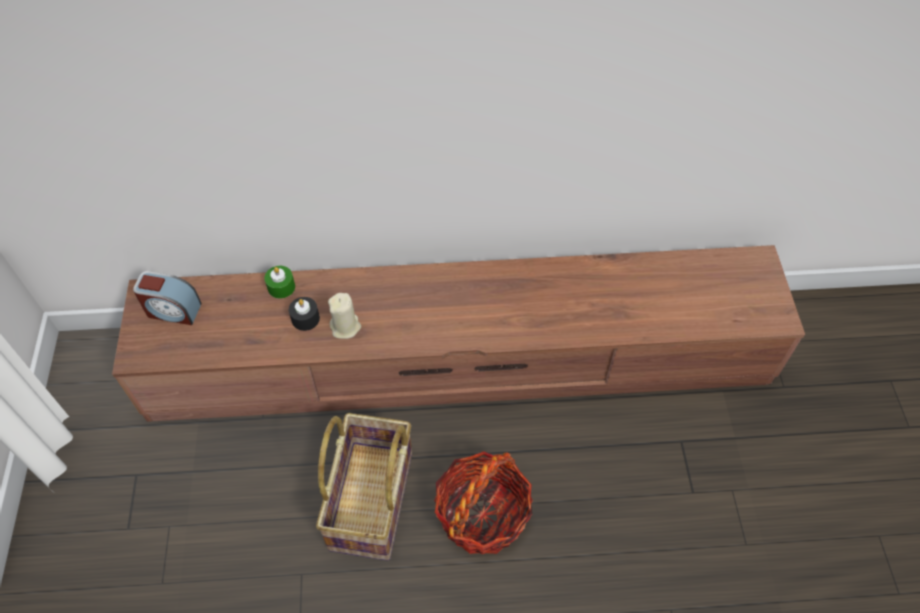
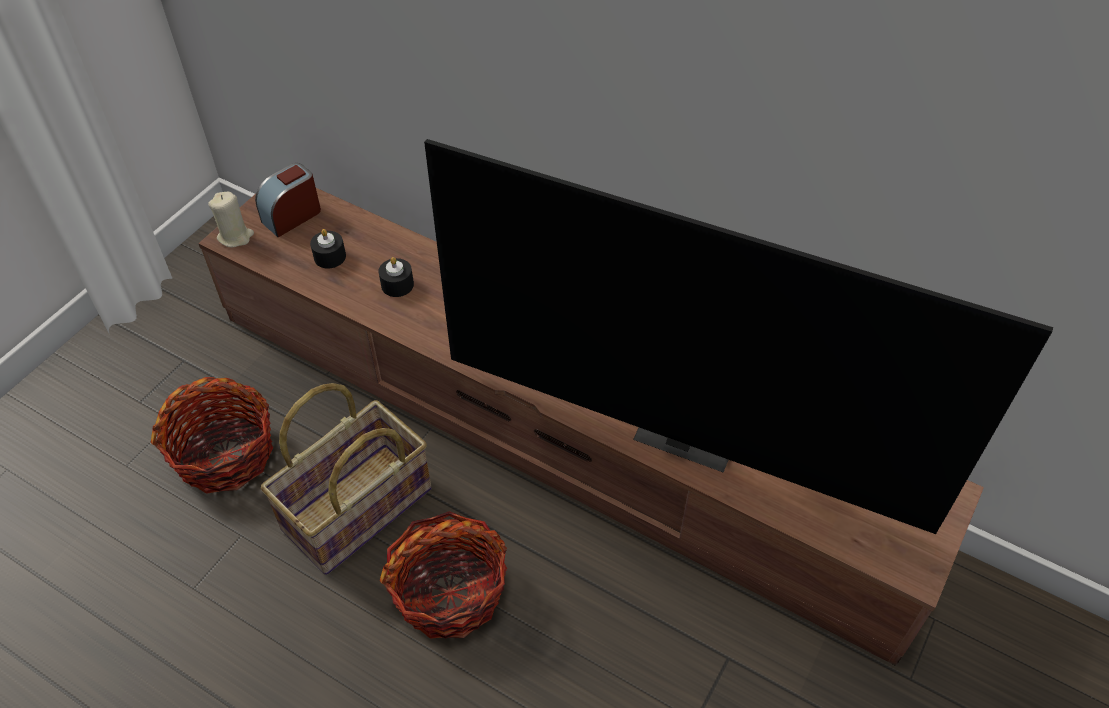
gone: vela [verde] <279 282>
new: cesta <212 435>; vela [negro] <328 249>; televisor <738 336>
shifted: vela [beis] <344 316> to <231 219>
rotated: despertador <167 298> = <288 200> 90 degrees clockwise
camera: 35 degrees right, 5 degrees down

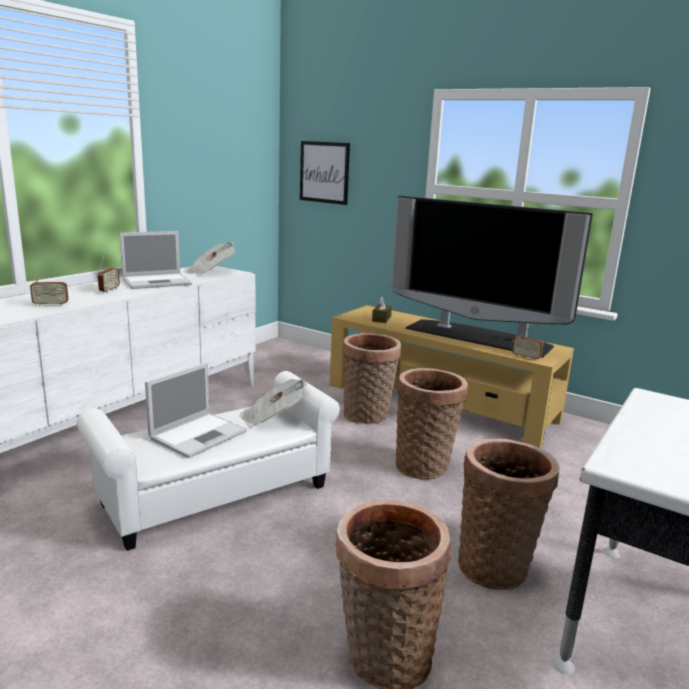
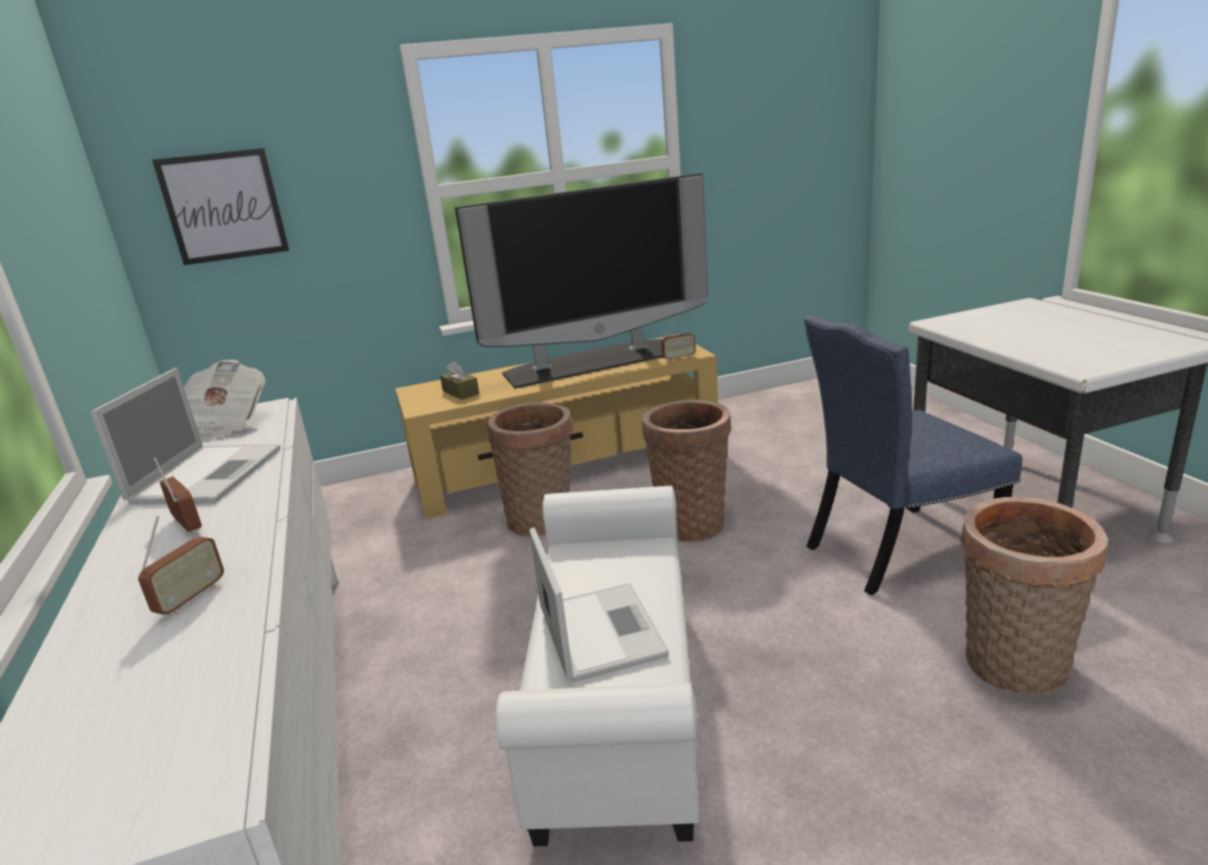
gone: periódico <273 402>
swapped: cesta <509 514> to silla [azul] <913 455>
camera: 50 degrees left, 5 degrees up

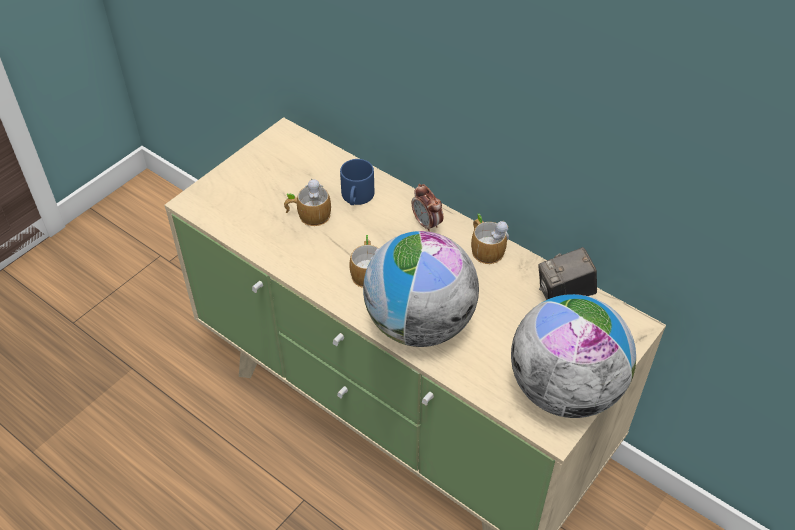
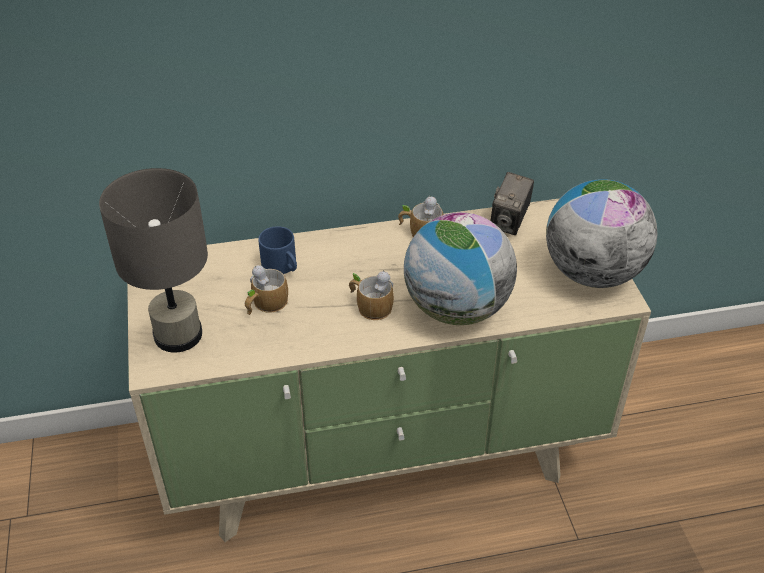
gone: despertador <427 208>
new: lámpara de mesa [gris] <153 260>
camera: 50 degrees left, 5 degrees down

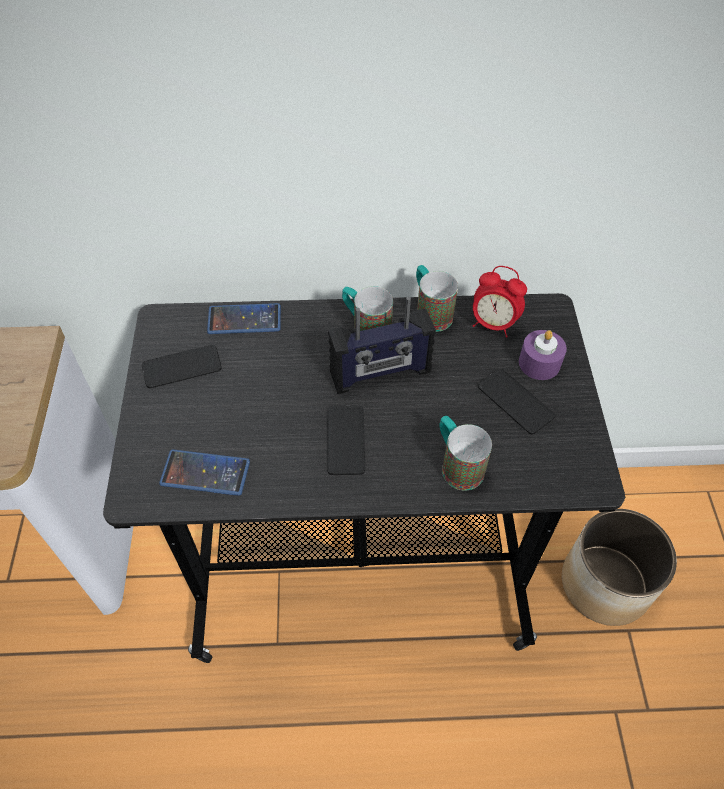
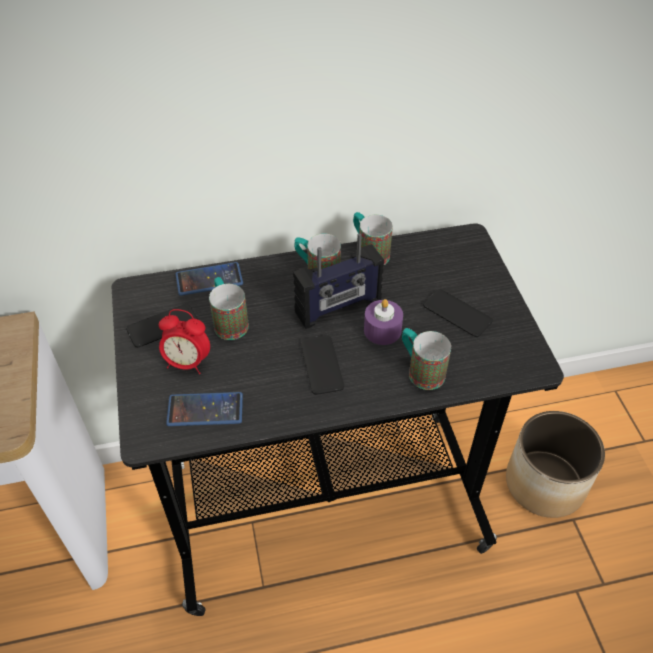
new: taza grande <229 308>
shifted: despertador <500 302> to <184 341>; vela [morado] <543 355> to <383 322>
camera: 10 degrees left, 5 degrees down

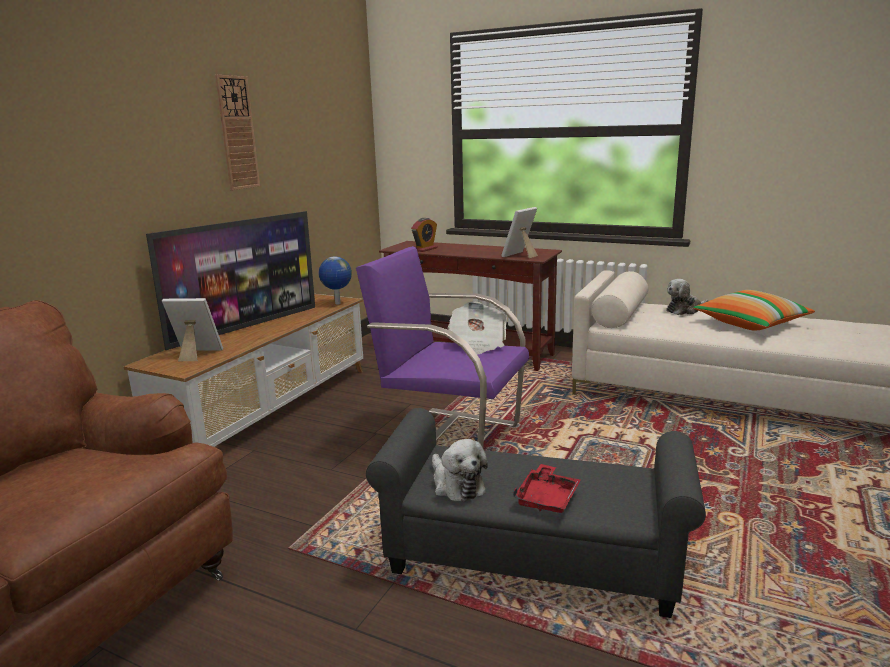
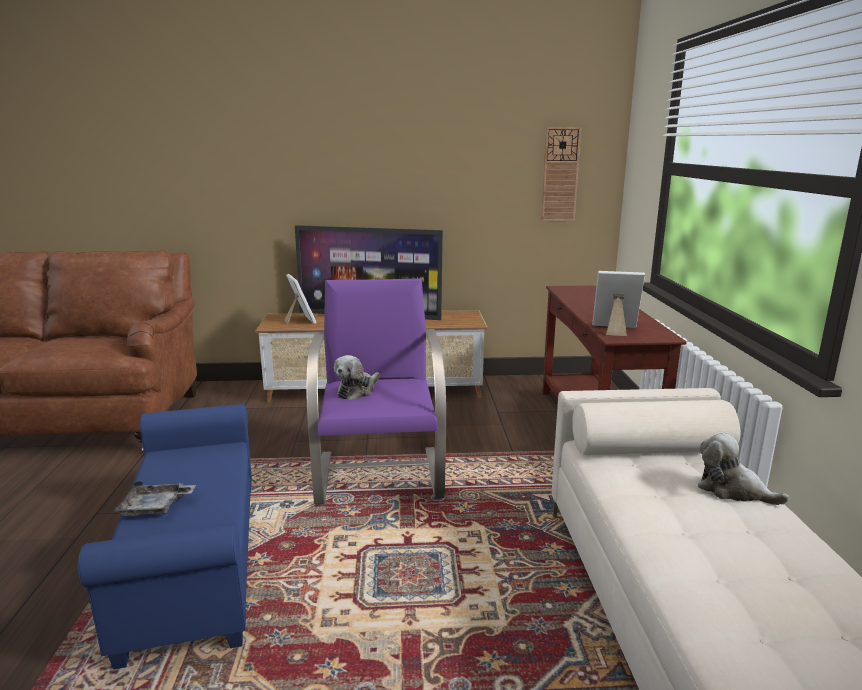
gone: globo terráqueo <335 280>; despertador <424 235>; periódico <477 328>; cojín <754 310>
shifted: reloj de pared <237 132> to <561 174>; peluche <460 470> to <356 377>
repainted: puf [gris] <536 513> to puf [azul] <165 537>; bandeja [rojo] <547 488> to bandeja [gris] <155 498>
camera: 60 degrees right, 0 degrees up

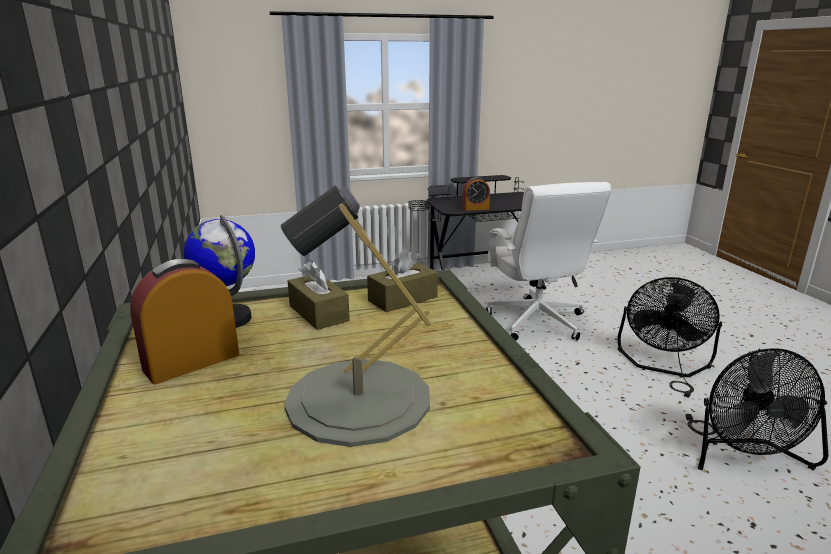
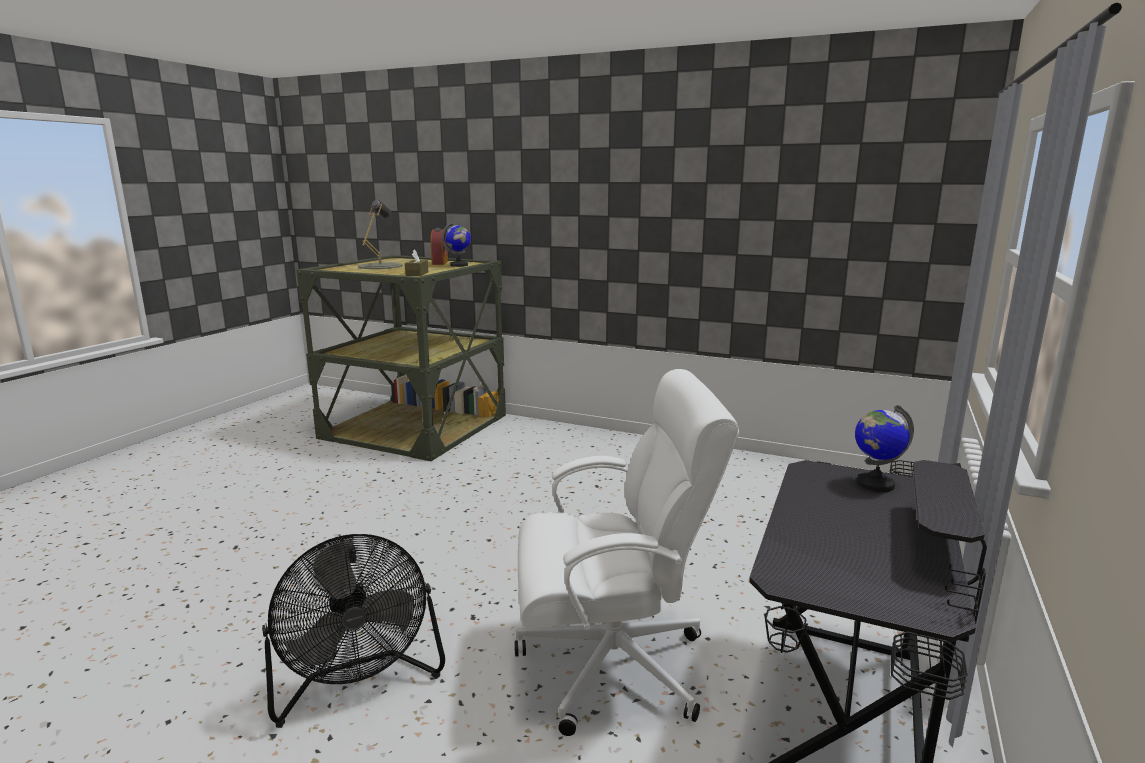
gone: caja de pañuelos [marrón] <319 295>; despertador <476 194>; ventilador [negro] <757 409>
new: globo terráqueo <884 448>
rotated: silla de oficina [blanco] <548 261> = <627 552> 150 degrees clockwise
camera: 130 degrees right, 5 degrees down

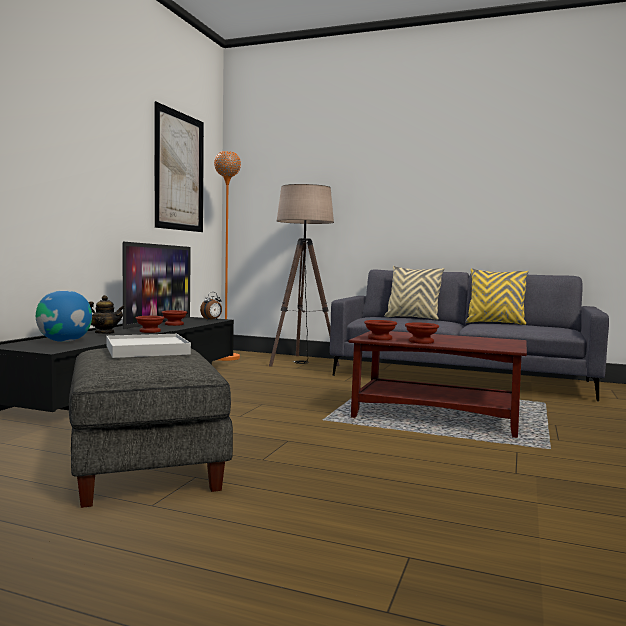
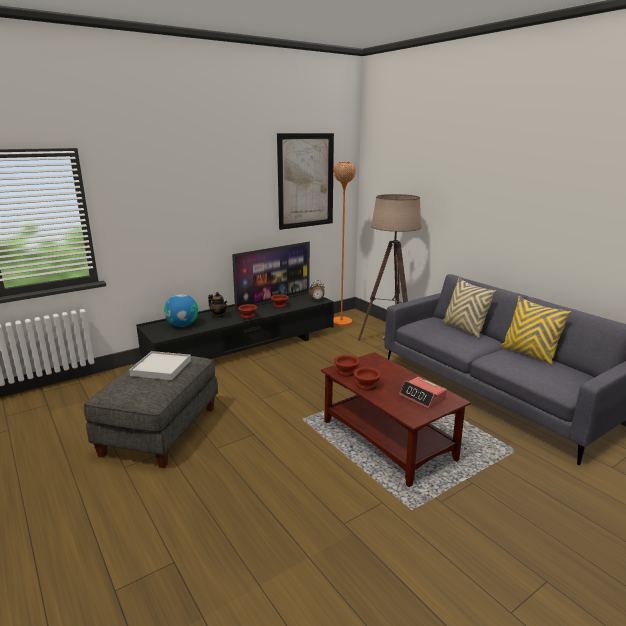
new: despertador <423 393>
camera: 35 degrees right, 15 degrees up

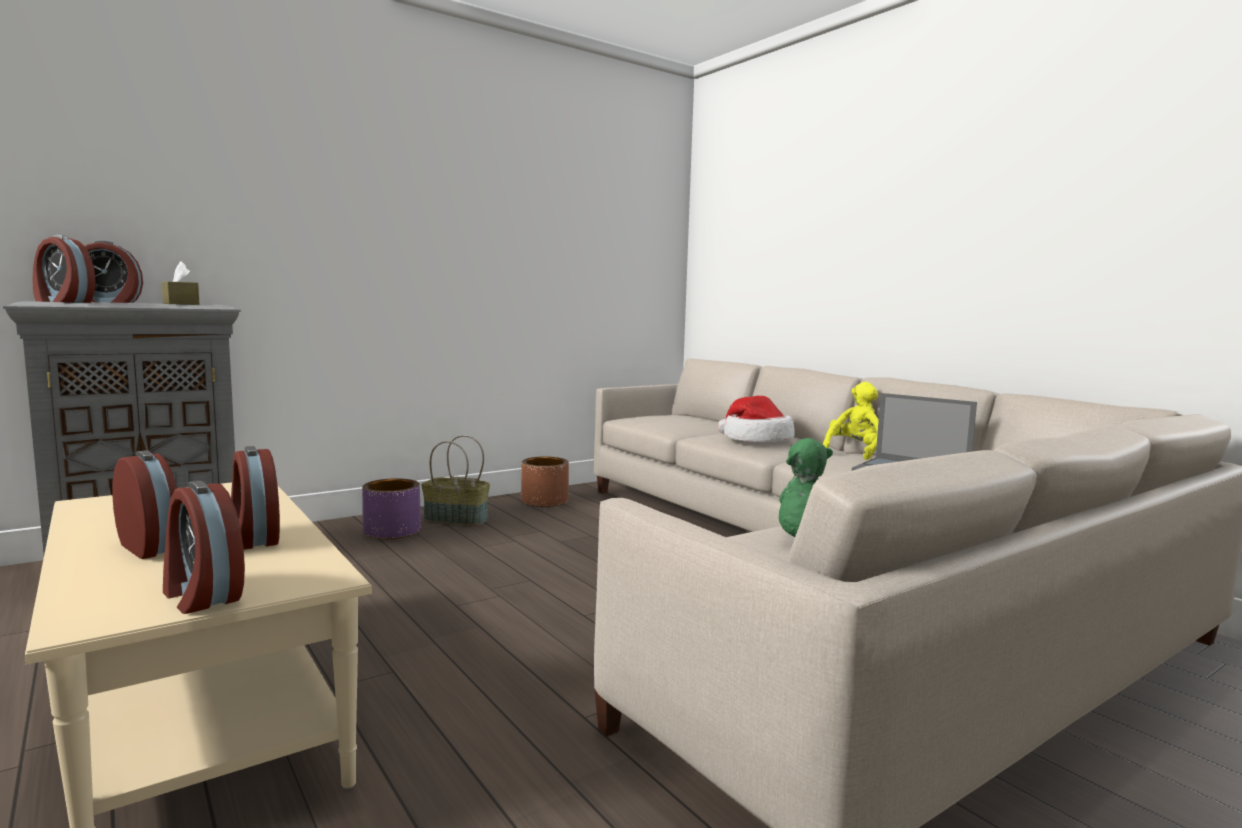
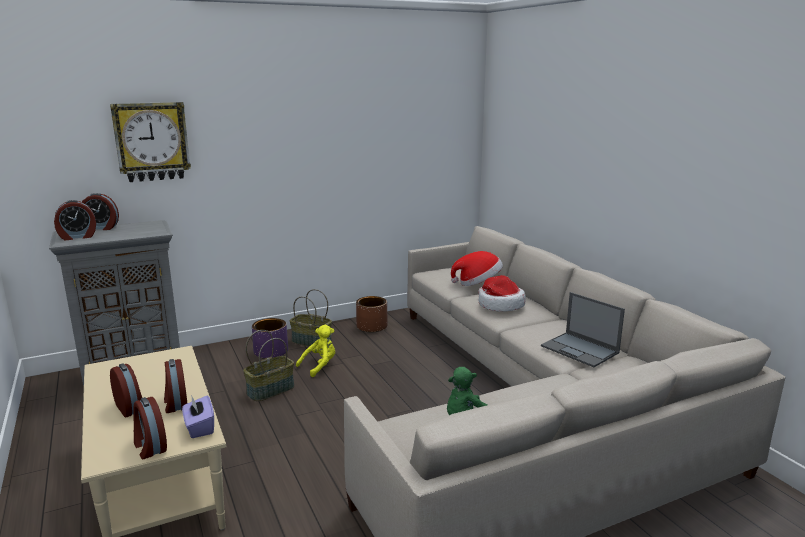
gone: caja de pañuelos [marrón] <181 283>
new: reloj de pared <150 142>; caja de pañuelos [morado] <198 416>; cesta <268 366>; sombrero <477 268>
shifted: peluche [amarillo] <851 421> to <315 351>
rotated: despertador <64 269> = <75 220> 60 degrees counterclockwise
camera: 10 degrees right, 10 degrees up

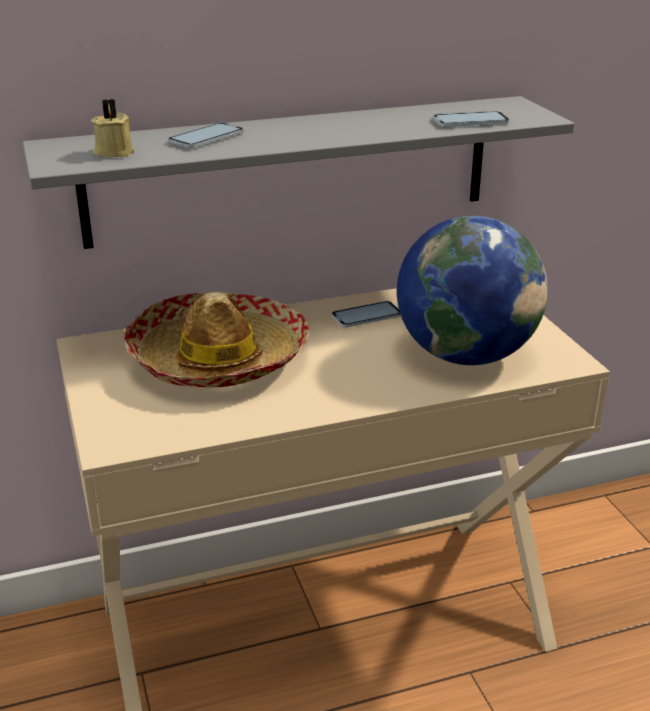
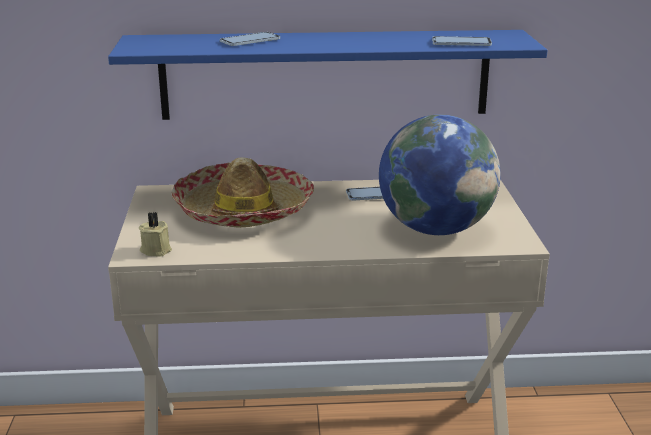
shifted: vela [beis] <113 128> to <155 234>
repainted: estante [gris] <298 172> to estante [azul] <327 75>
camera: 15 degrees right, 5 degrees down

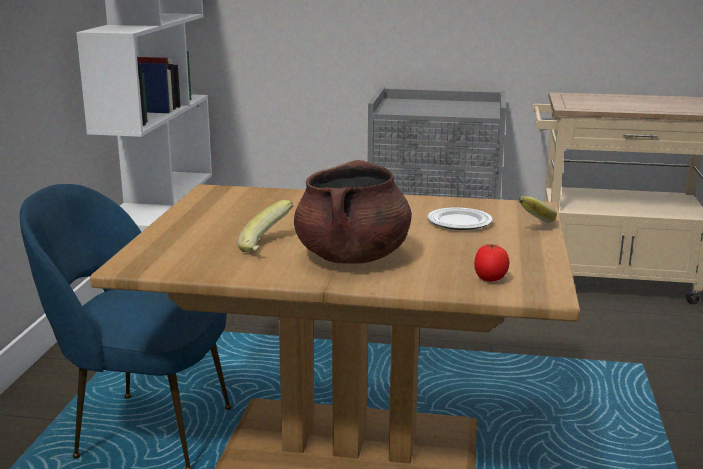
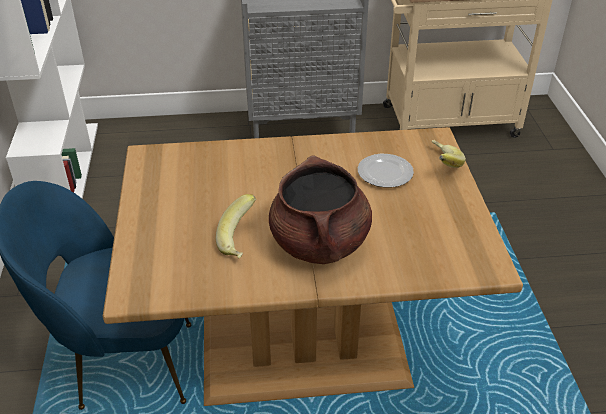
gone: tomate <491 263>
camera: 15 degrees left, 20 degrees up

